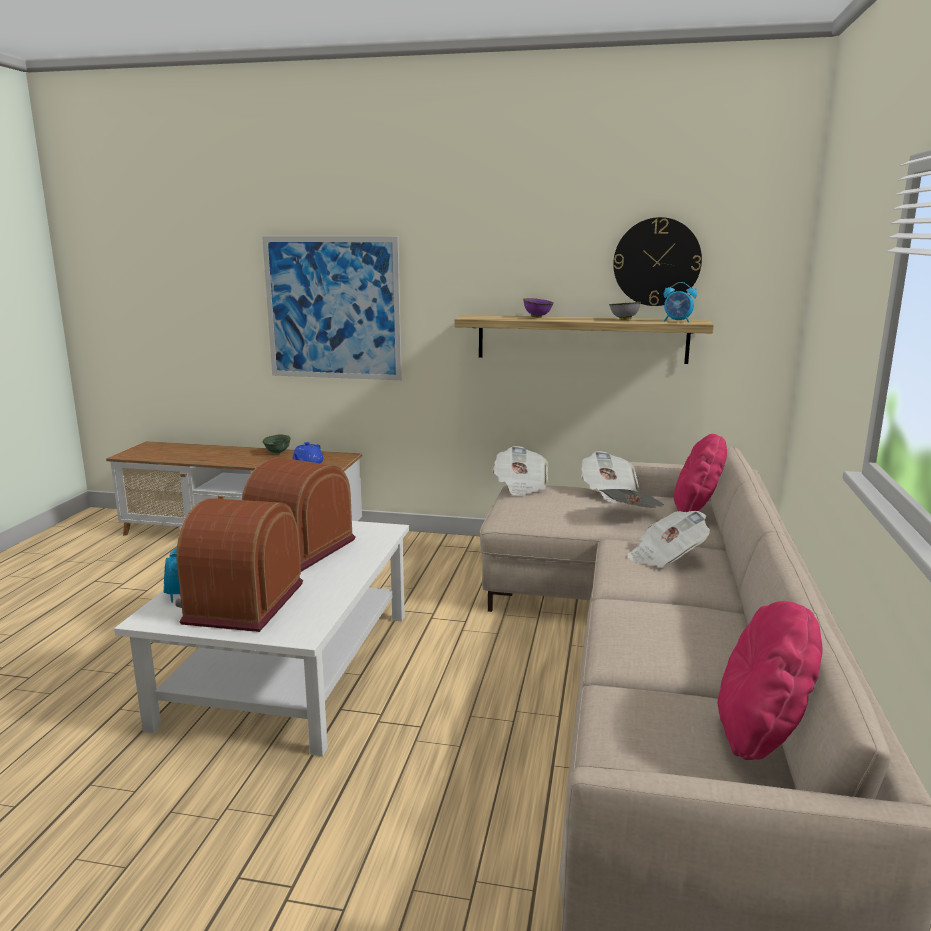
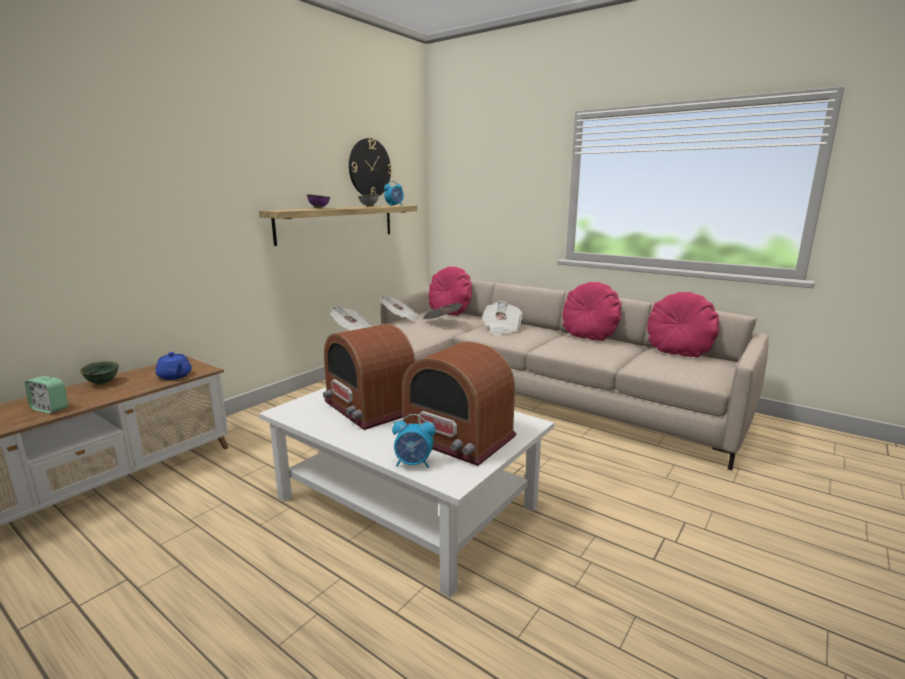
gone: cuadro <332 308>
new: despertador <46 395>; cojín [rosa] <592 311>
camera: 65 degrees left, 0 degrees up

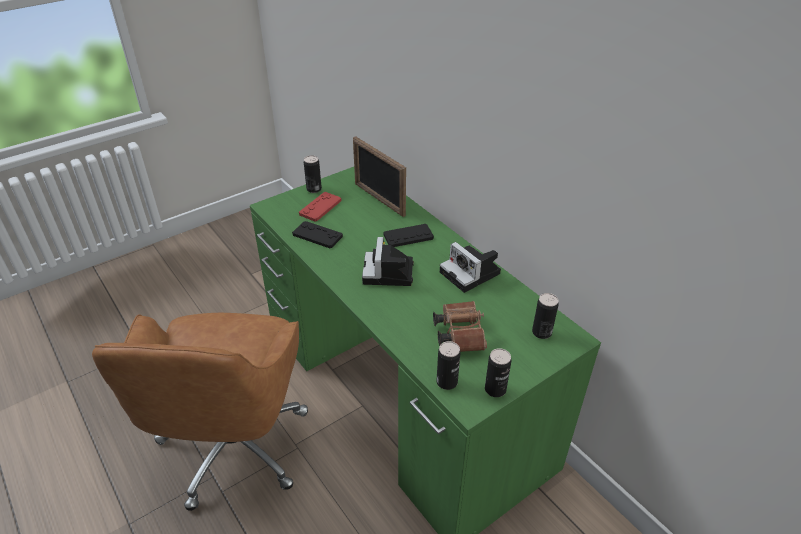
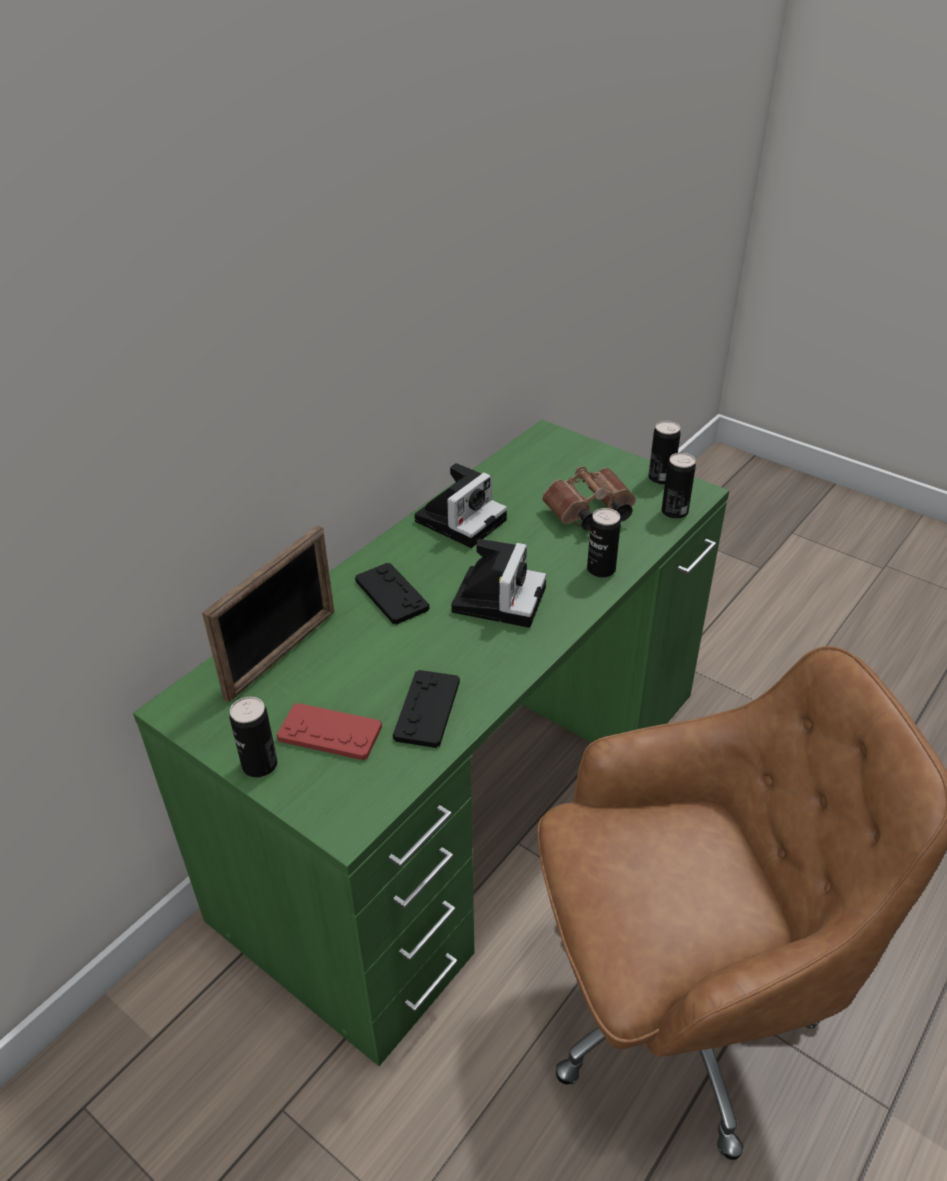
shifted: lata <545 316> to <604 543>
rotated: cámara <388 261> = <498 583> 60 degrees counterclockwise
camera: 105 degrees left, 0 degrees up

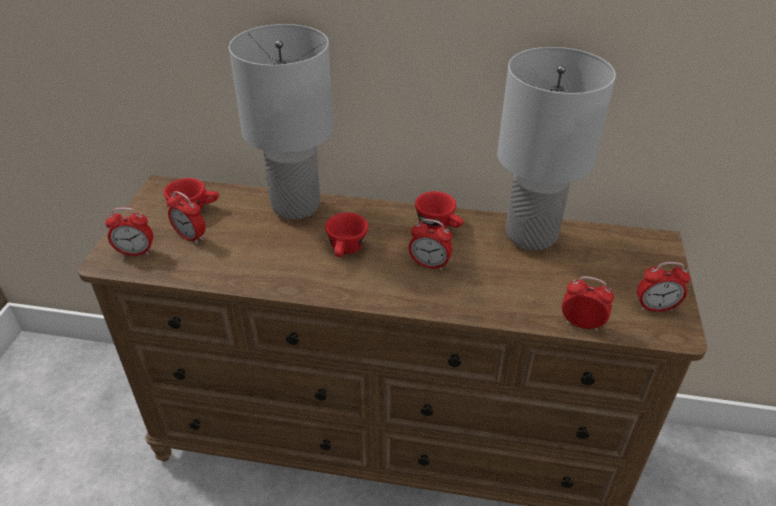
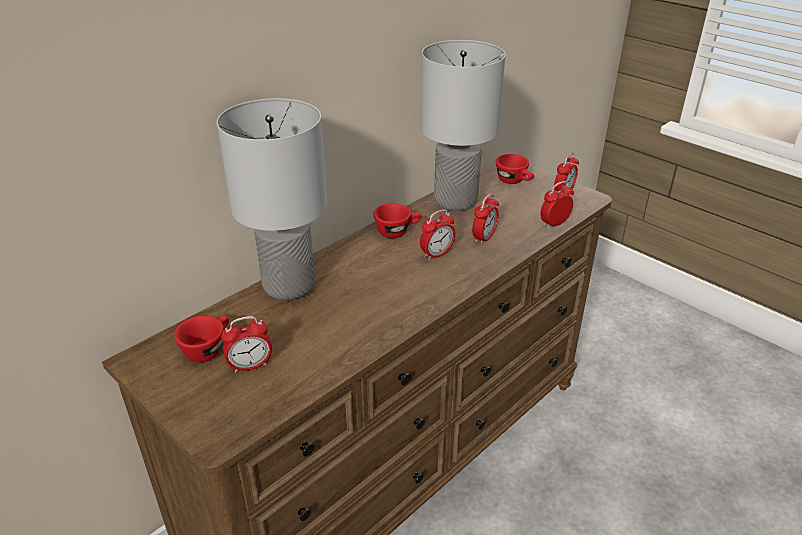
shifted: despertador <129 231> to <485 219>; taza [rojo] <346 235> to <515 169>
camera: 55 degrees left, 5 degrees down

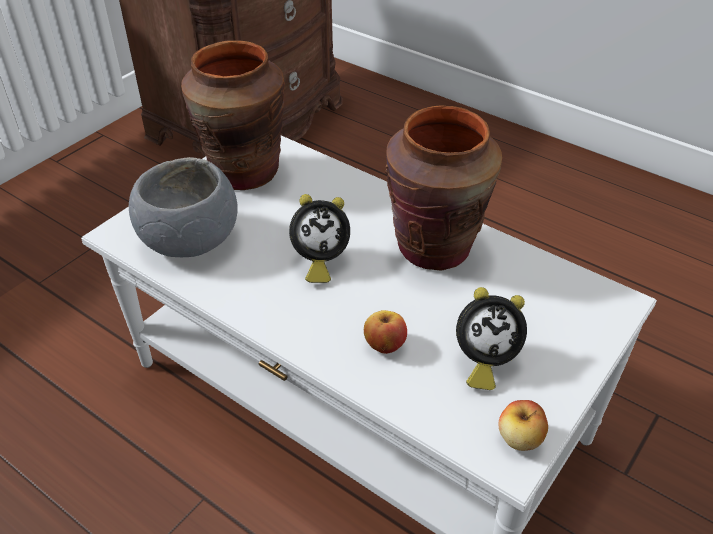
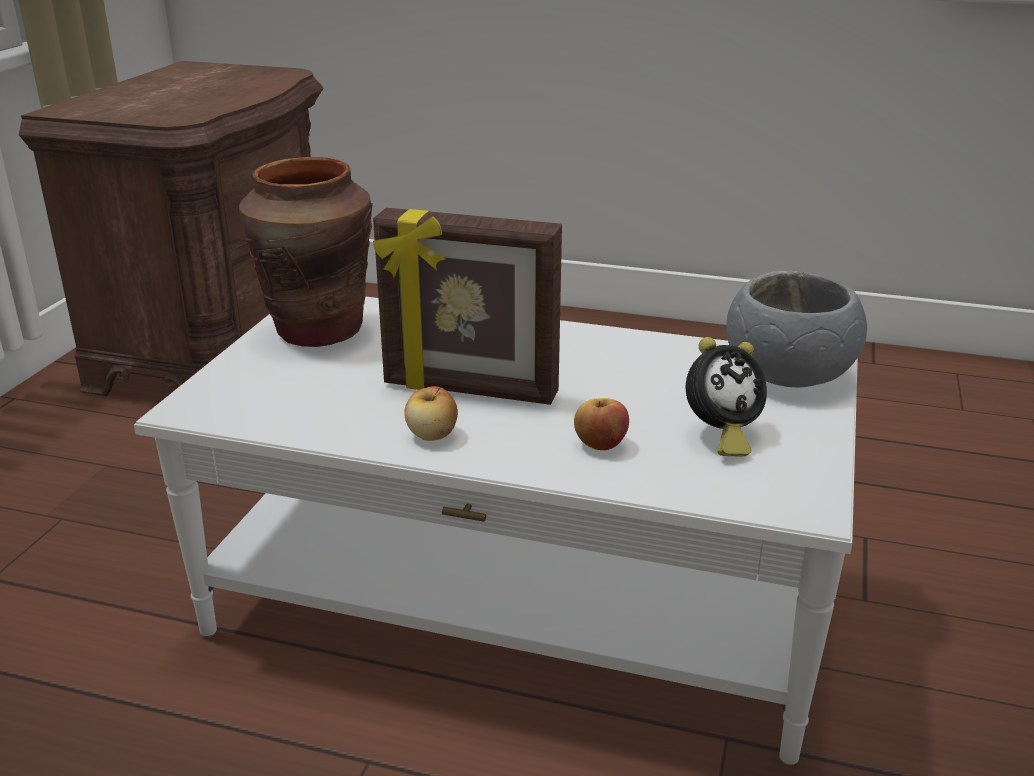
gone: florero [marrón] <443 188>
shifted: cuenco [gris] <183 207> to <796 329>; manzana <523 425> to <431 413>
swapped: despertador <319 238> to portarretratos <467 306>
camera: 20 degrees left, 15 degrees down

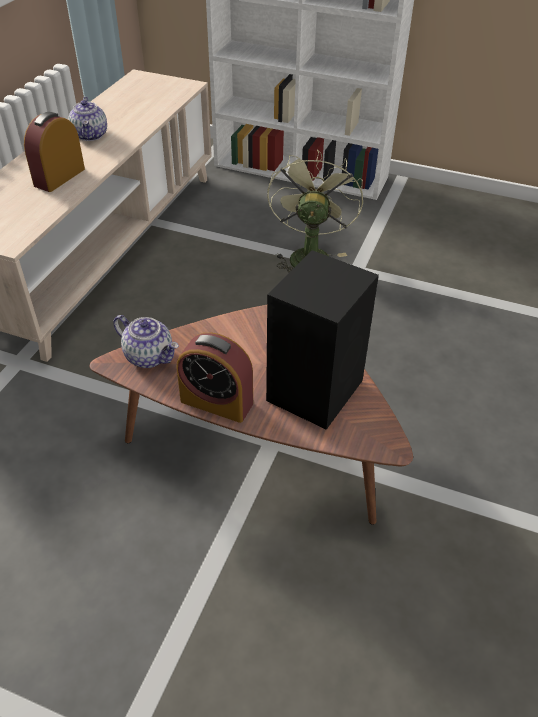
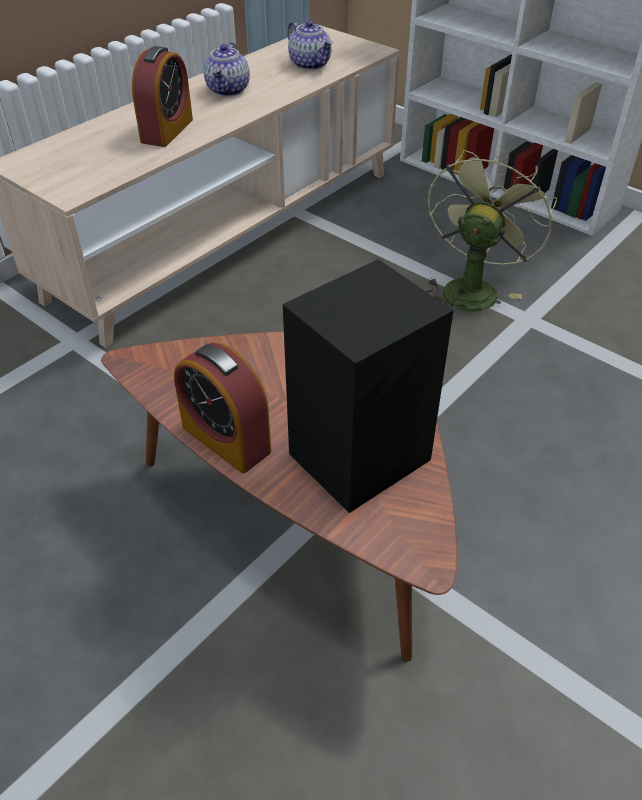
shifted: tetera <146 341> to <310 45>
rotated: despertador <54 152> = <162 96> 150 degrees clockwise
camera: 20 degrees right, 0 degrees up

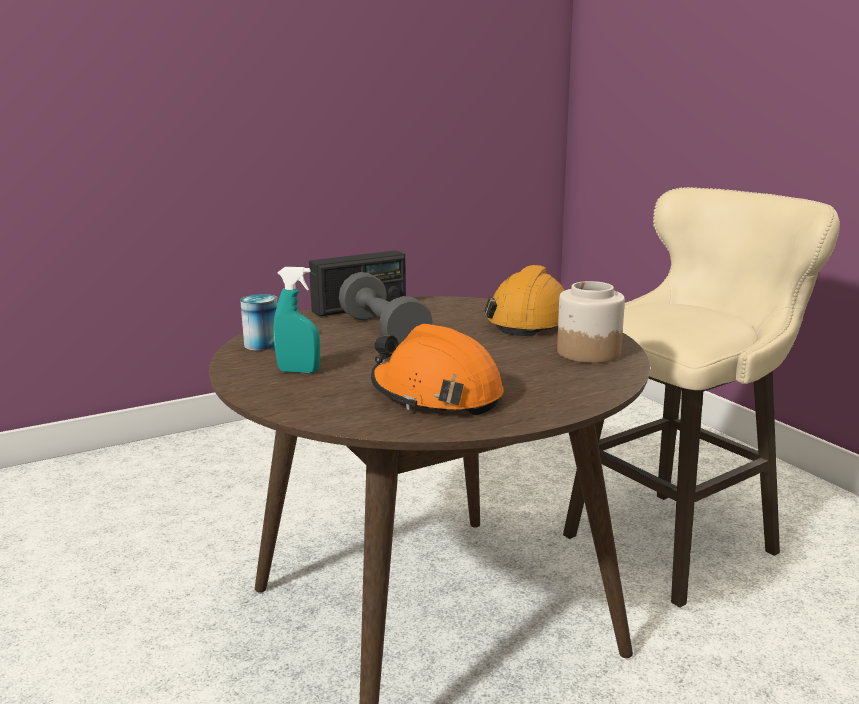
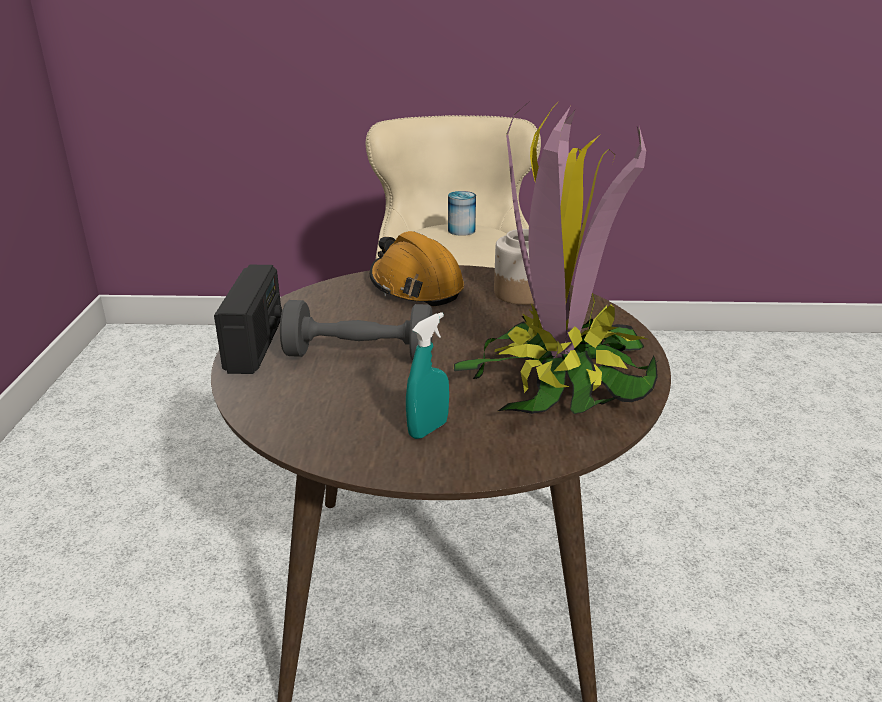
shifted: lata <259 322> to <462 213>
swapped: casco [naranja] <437 369> to planta en maceta <557 257>
camera: 60 degrees left, 10 degrees up

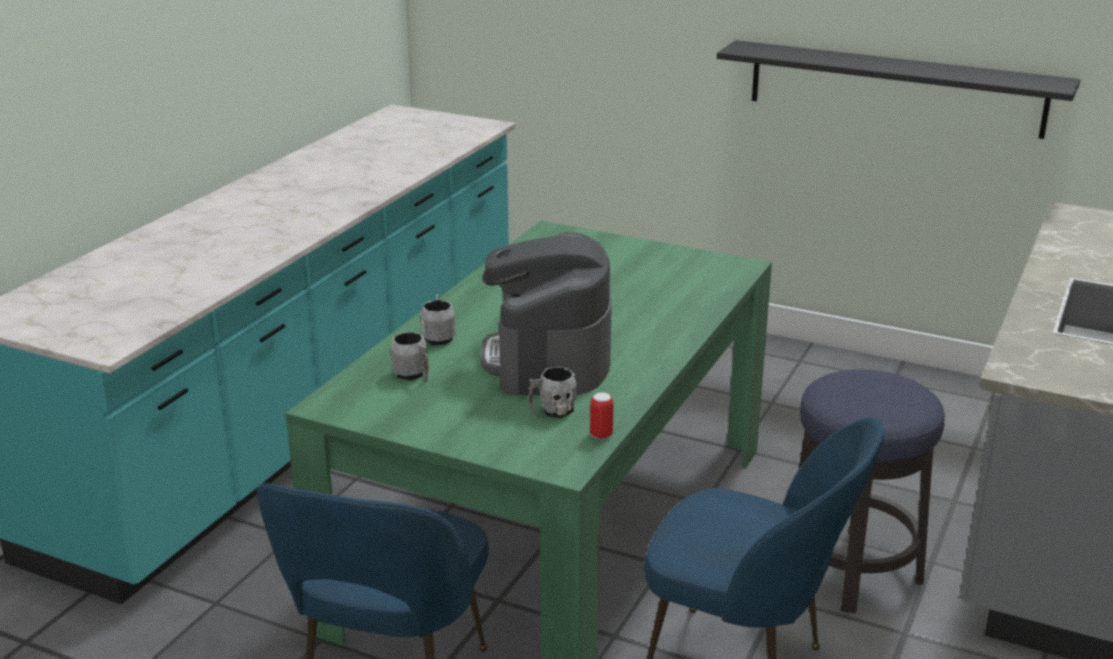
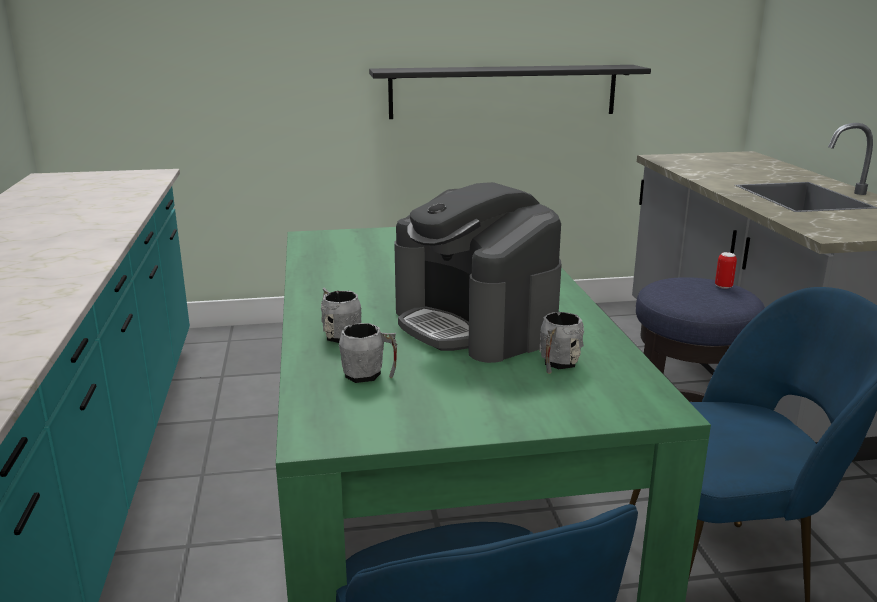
shifted: lata <602 415> to <726 270>
camera: 35 degrees left, 5 degrees down

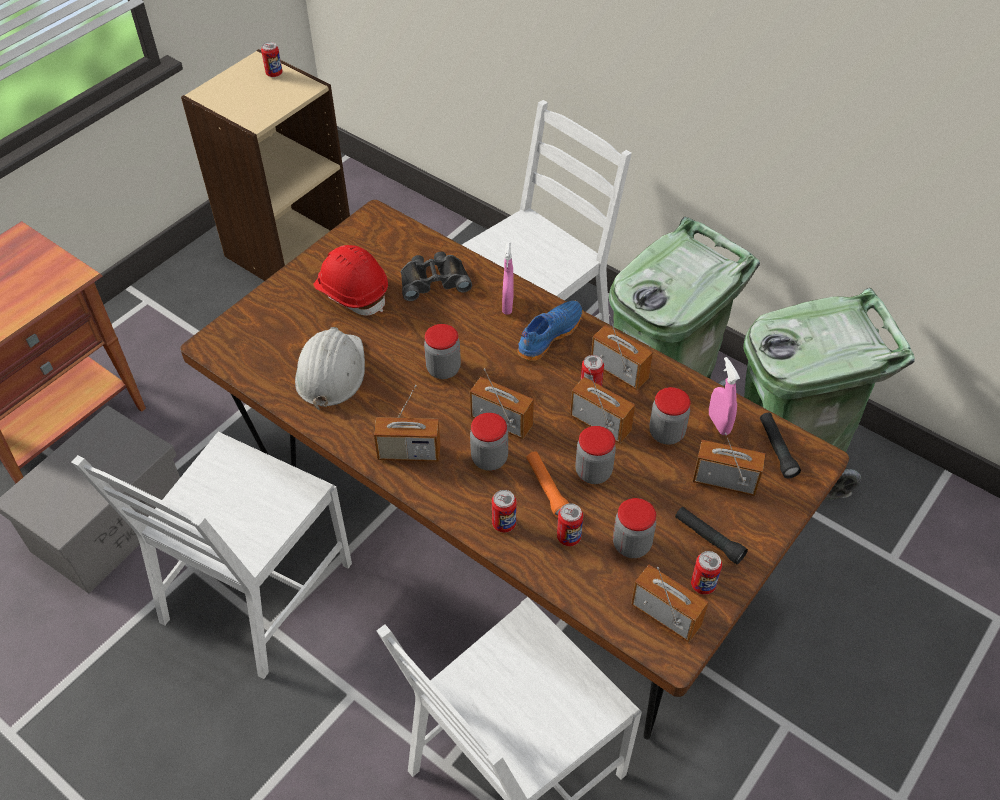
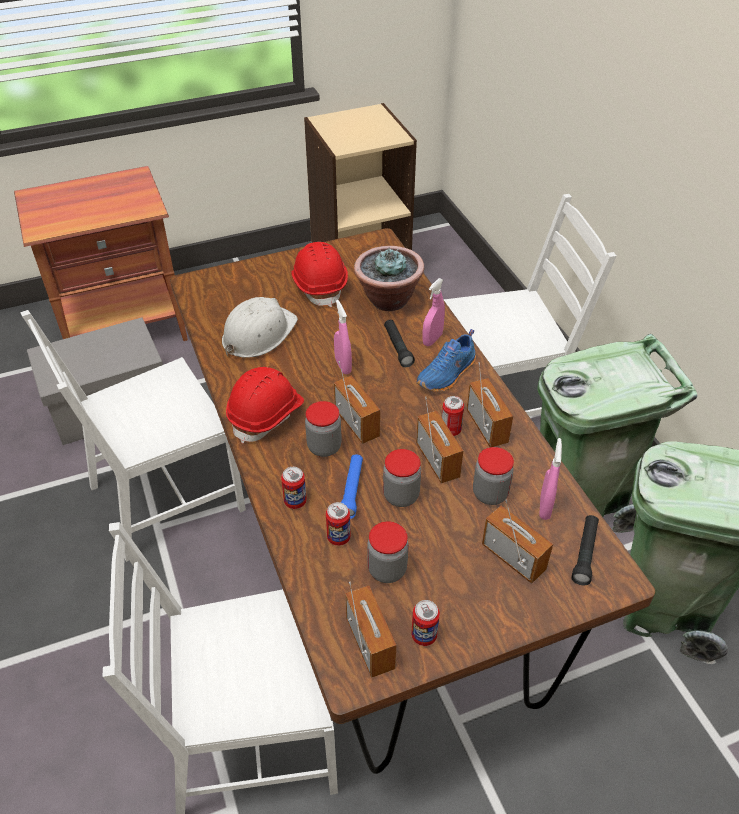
gone: lata <272 59>
shifted: linterna [negro] <711 535> to <399 343>
swapped: radio <407 423> to casco [rojo] <265 405>; prismáticos [negro] <436 276> to planta en maceta <389 278>; tarro <442 351> to pulverizador [rosa] <343 337>
repainted: linterna [naranja] <547 484> to linterna [azul] <352 486>
rotated: zapato [azul] <549 331> = <446 360> 150 degrees clockwise
camera: 30 degrees right, 5 degrees down

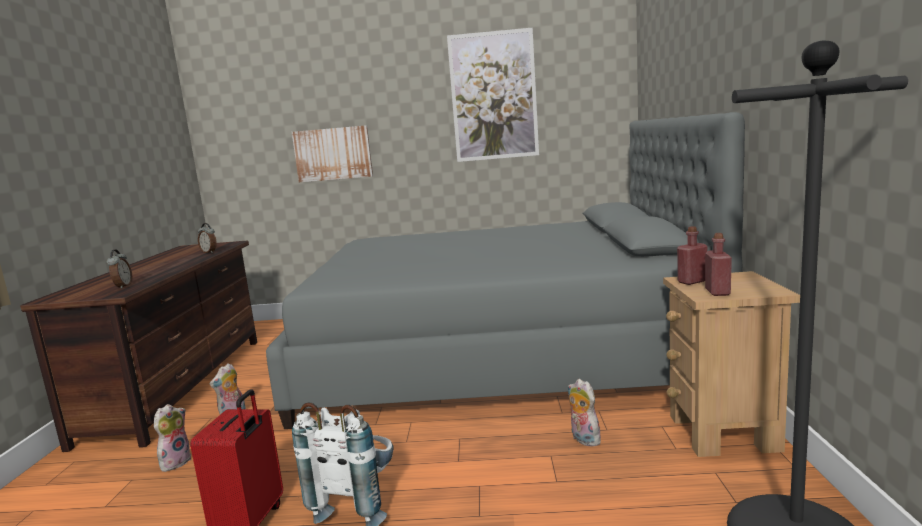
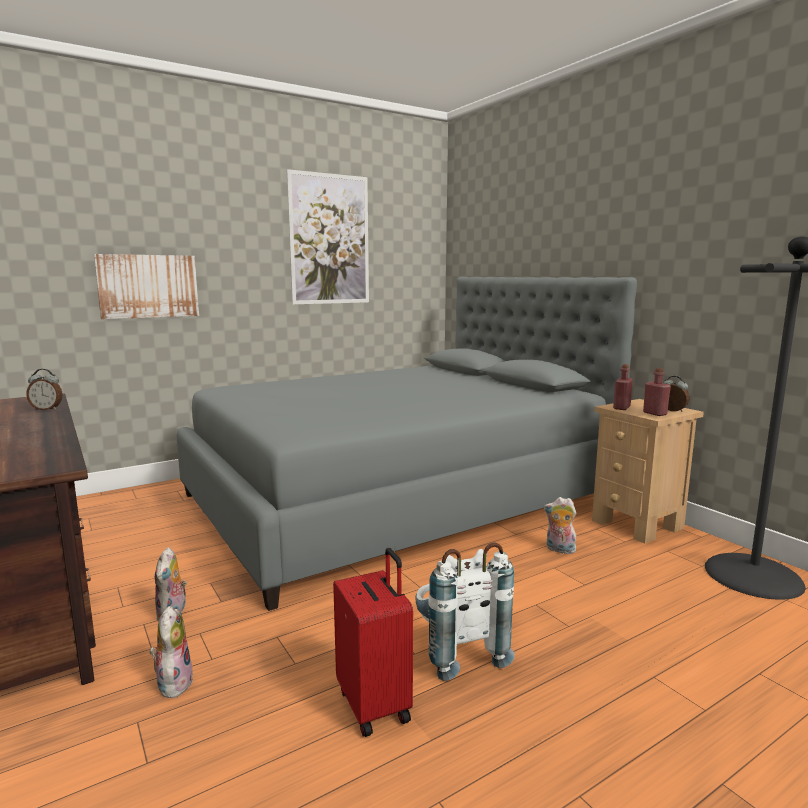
shifted: despertador <119 269> to <676 394>
camera: 35 degrees left, 0 degrees up

